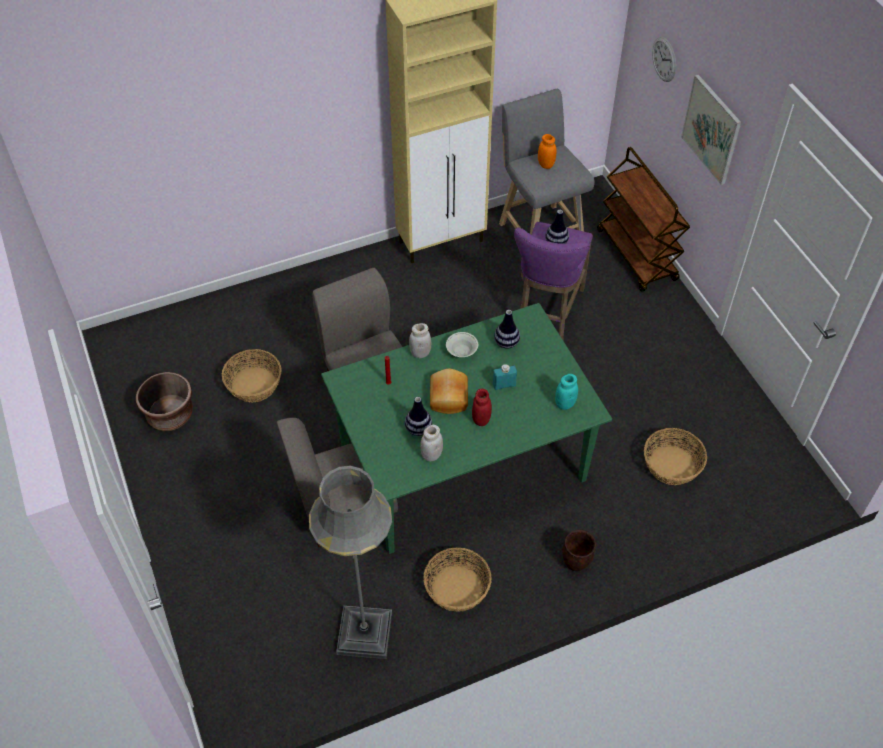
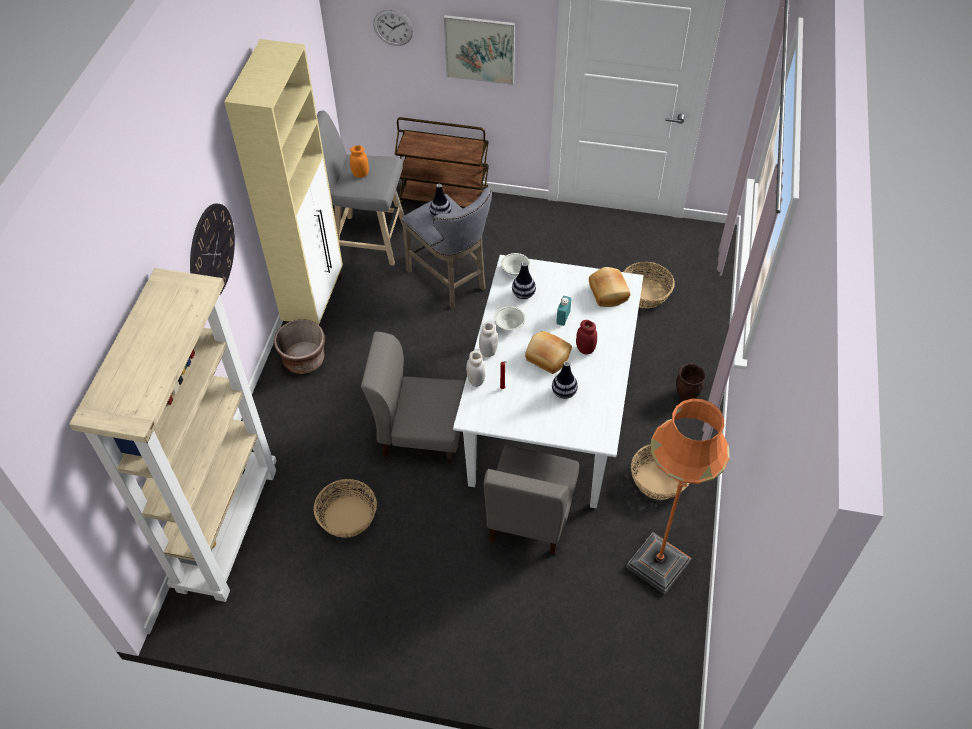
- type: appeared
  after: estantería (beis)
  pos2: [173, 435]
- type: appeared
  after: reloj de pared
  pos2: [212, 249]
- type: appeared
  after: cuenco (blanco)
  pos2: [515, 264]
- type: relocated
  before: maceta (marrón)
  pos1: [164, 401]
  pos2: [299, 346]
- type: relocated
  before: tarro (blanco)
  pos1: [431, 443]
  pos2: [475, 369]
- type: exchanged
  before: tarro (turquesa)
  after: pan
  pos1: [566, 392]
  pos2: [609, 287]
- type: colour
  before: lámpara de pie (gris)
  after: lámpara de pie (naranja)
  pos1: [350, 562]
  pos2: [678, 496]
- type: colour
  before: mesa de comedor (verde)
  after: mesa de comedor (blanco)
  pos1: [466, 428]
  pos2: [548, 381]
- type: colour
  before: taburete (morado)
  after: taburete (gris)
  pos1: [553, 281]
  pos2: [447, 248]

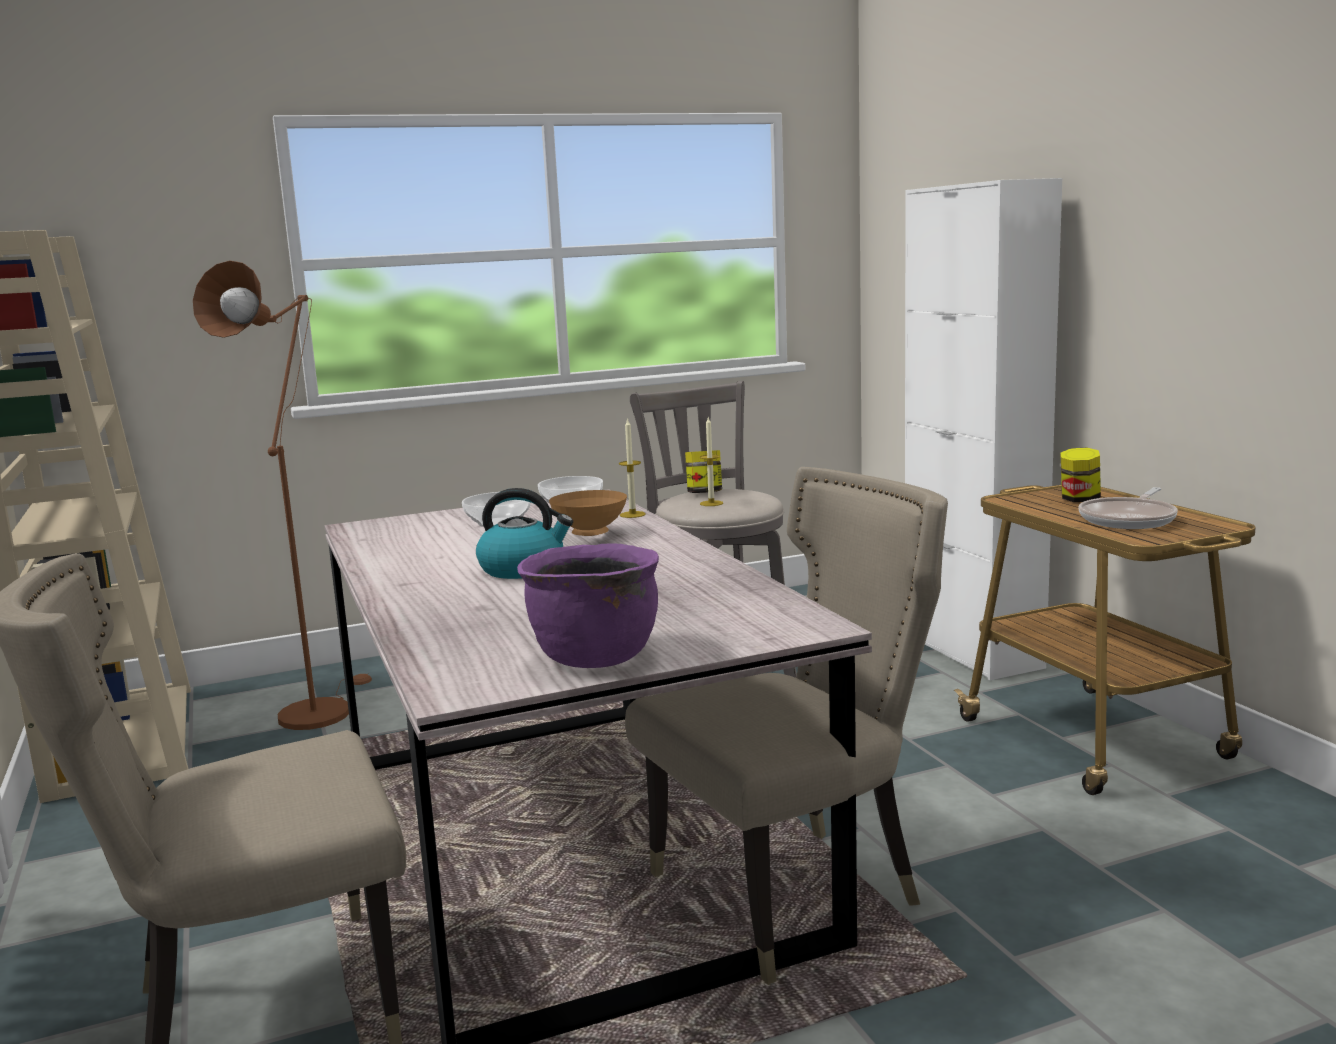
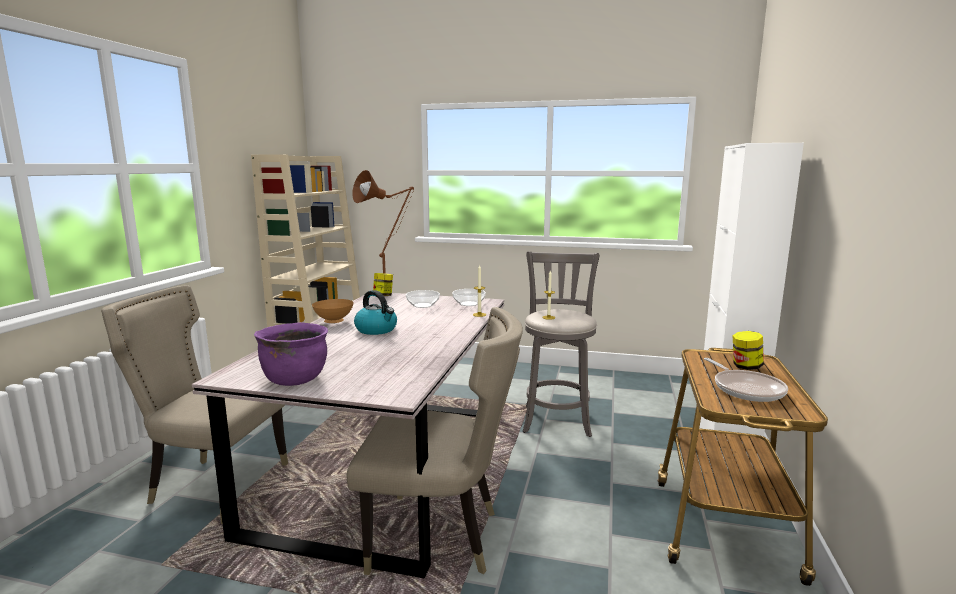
- type: relocated
  before: cuenco (marrón)
  pos1: [588, 513]
  pos2: [333, 311]
- type: relocated
  before: tarro
  pos1: [703, 471]
  pos2: [383, 284]
- type: spun
  before: sartén
  pos1: [1127, 508]
  pos2: [746, 380]
  turn: -90

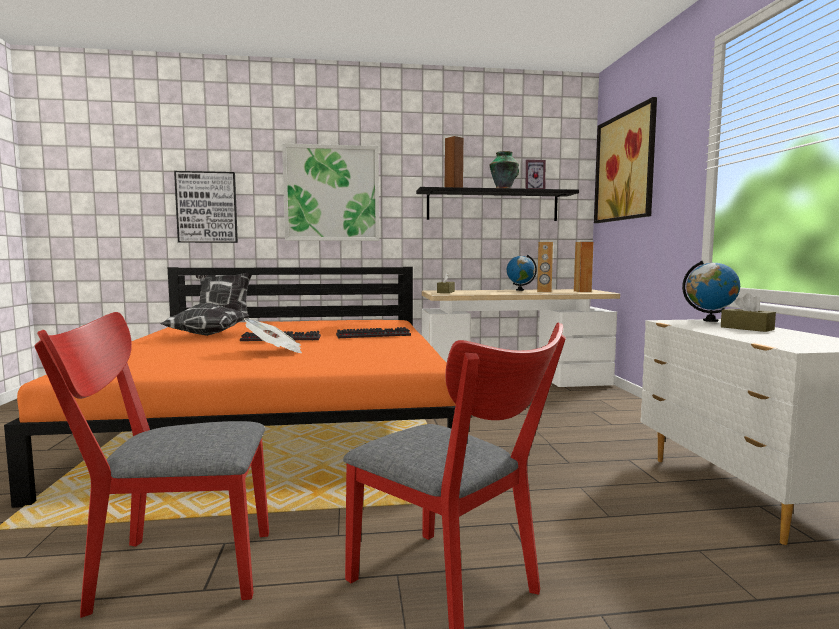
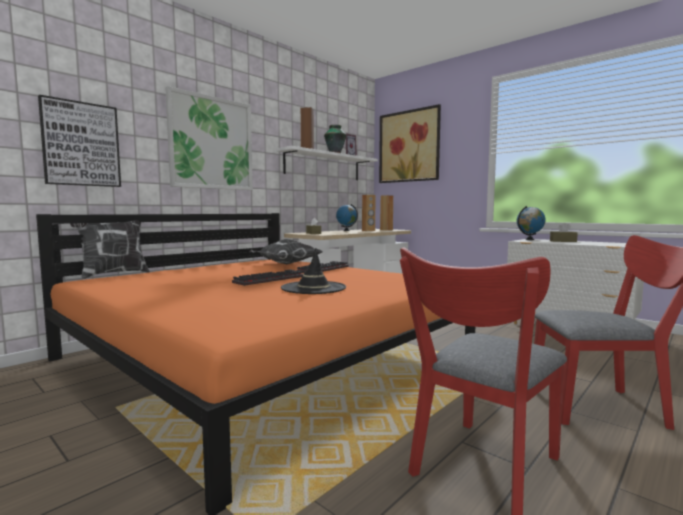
- type: relocated
  before: cojín
  pos1: [205, 319]
  pos2: [286, 251]
- type: exchanged
  before: periódico
  after: sombrero (negro)
  pos1: [273, 335]
  pos2: [313, 271]
- type: colour
  before: estante (negro)
  after: estante (blanco)
  pos1: [497, 204]
  pos2: [327, 163]

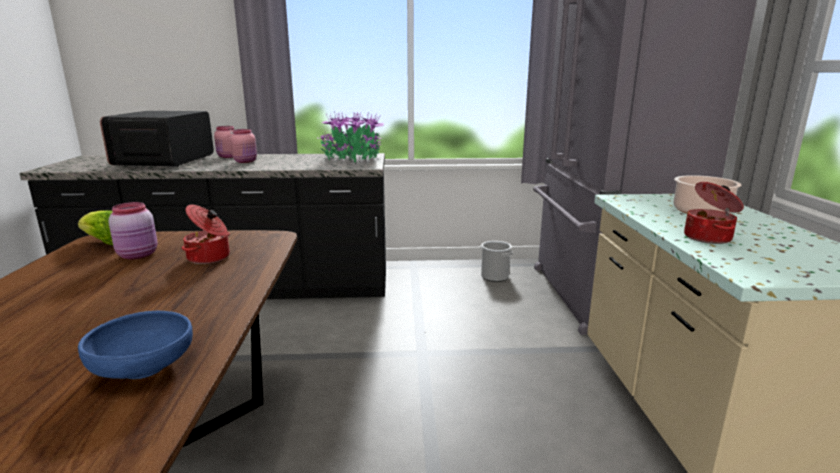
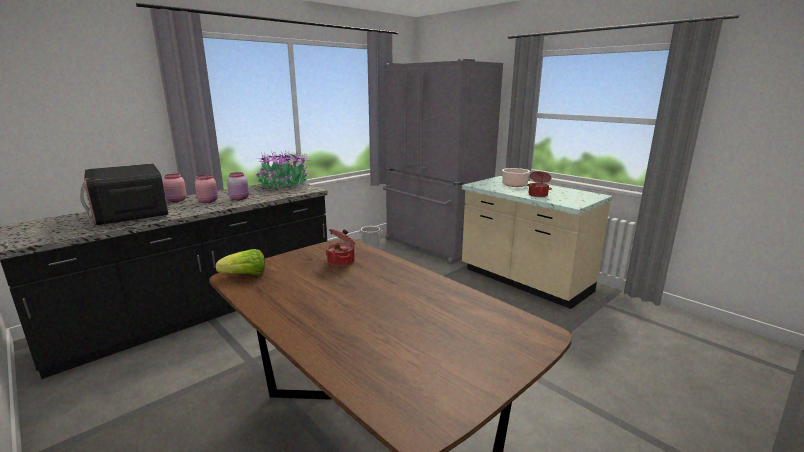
- type: missing
  before: cuenco (azul)
  pos1: [135, 345]
- type: relocated
  before: tarro (rosa)
  pos1: [133, 231]
  pos2: [238, 186]

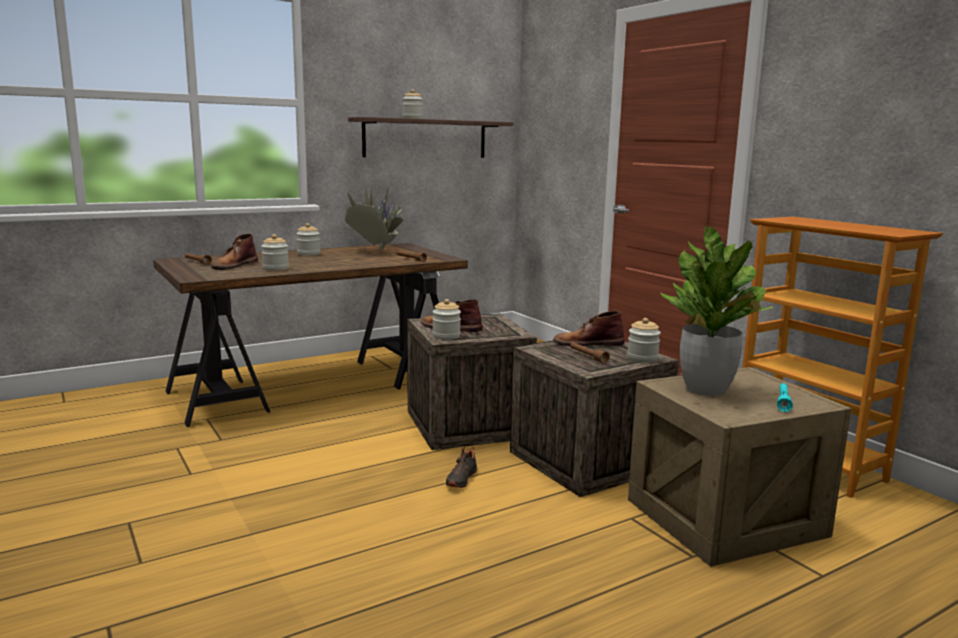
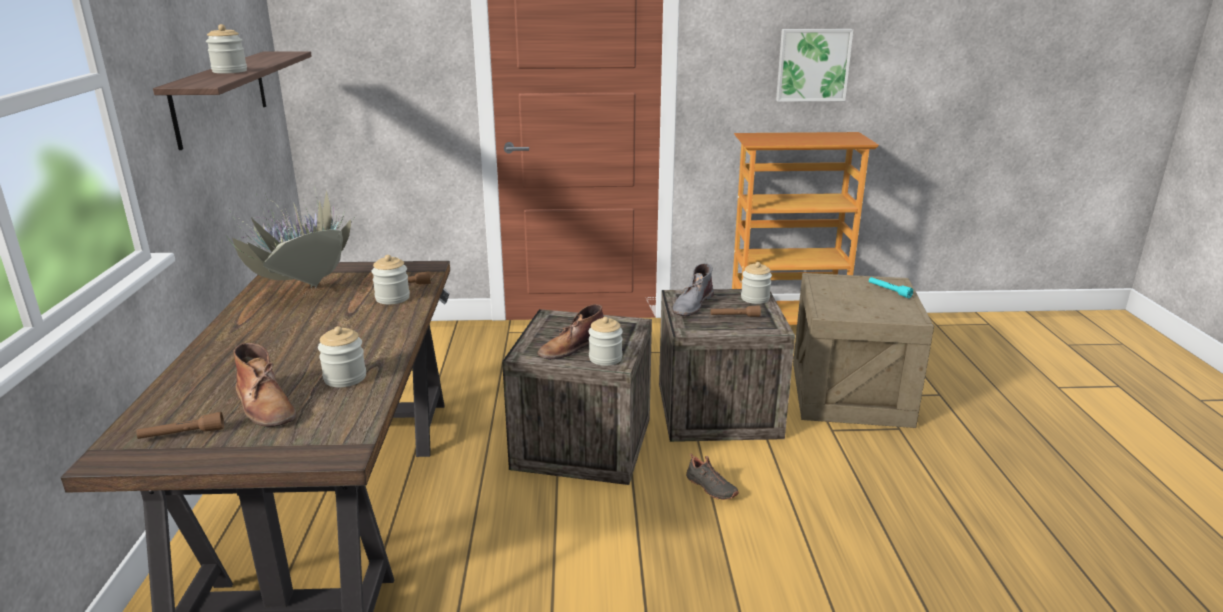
- type: missing
  before: planta en maceta
  pos1: [717, 311]
- type: appeared
  after: cuadro
  pos2: [814, 65]
- type: relocated
  before: tarro
  pos1: [308, 239]
  pos2: [391, 279]
- type: colour
  before: bota (marrón)
  after: bota (gris)
  pos1: [589, 328]
  pos2: [693, 289]

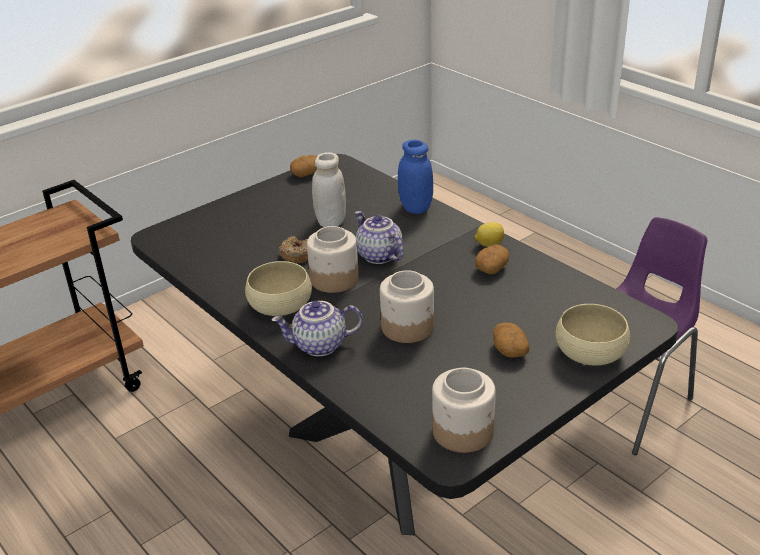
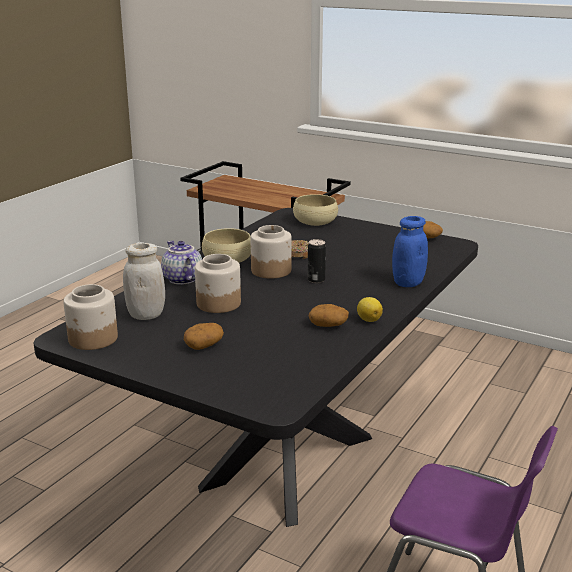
- type: relocated
  before: tarro (blanco)
  pos1: [329, 189]
  pos2: [144, 281]
- type: relocated
  before: cuenco (beis)
  pos1: [593, 335]
  pos2: [315, 210]
- type: exchanged
  before: tetera
  after: lata
  pos1: [379, 237]
  pos2: [317, 261]

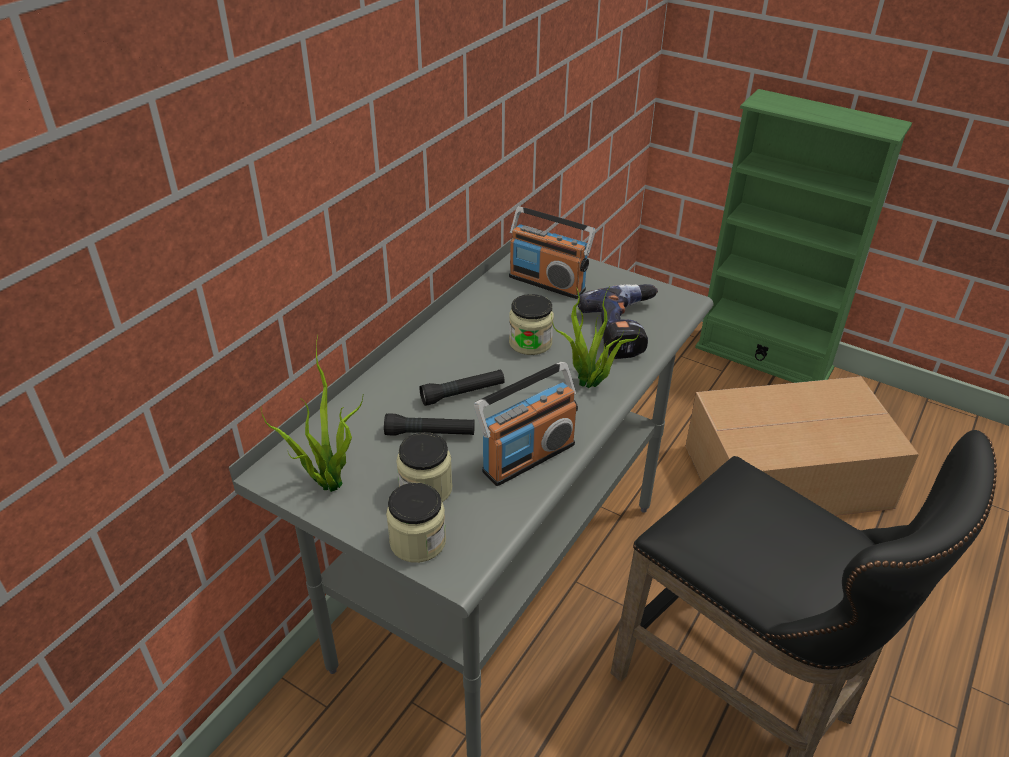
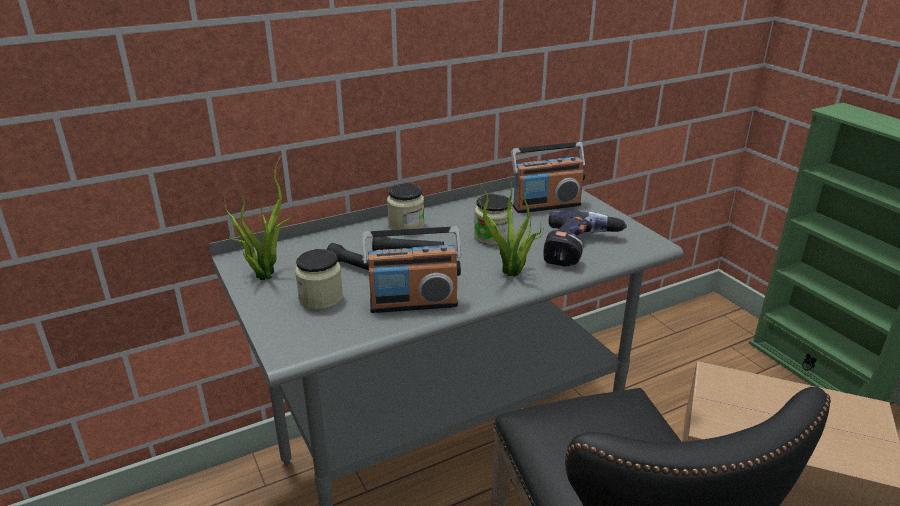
- type: relocated
  before: tarro
  pos1: [416, 523]
  pos2: [406, 207]
- type: spun
  before: radio
  pos1: [552, 252]
  pos2: [548, 177]
  turn: -75

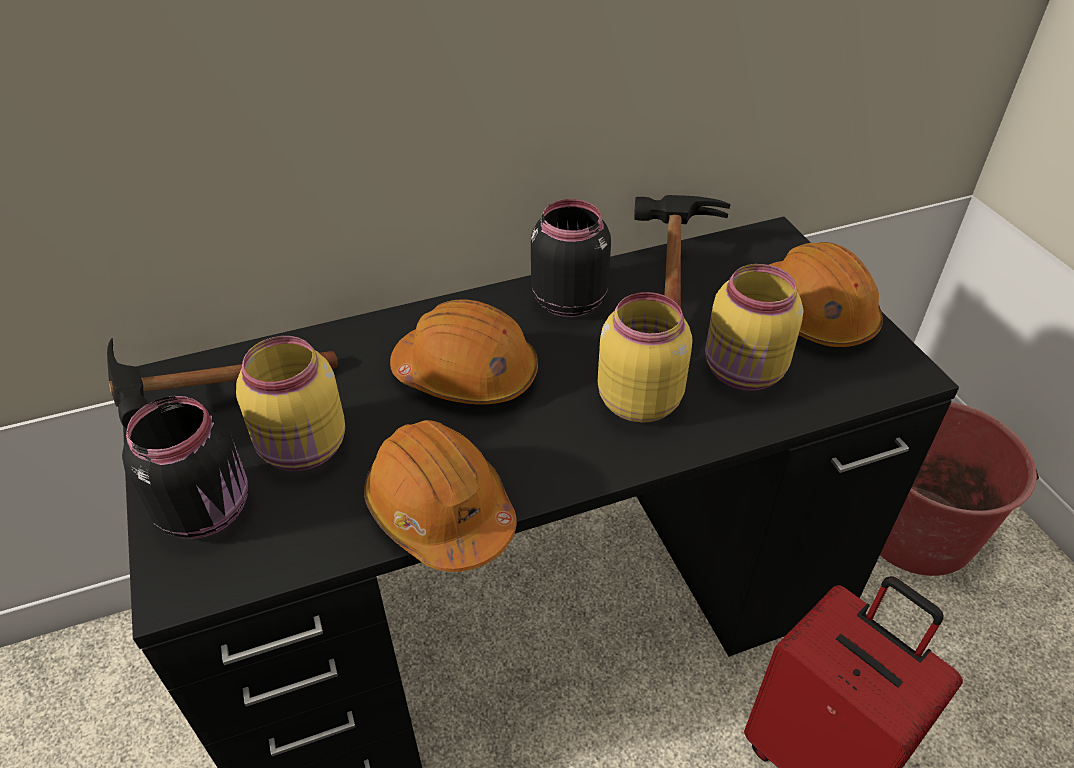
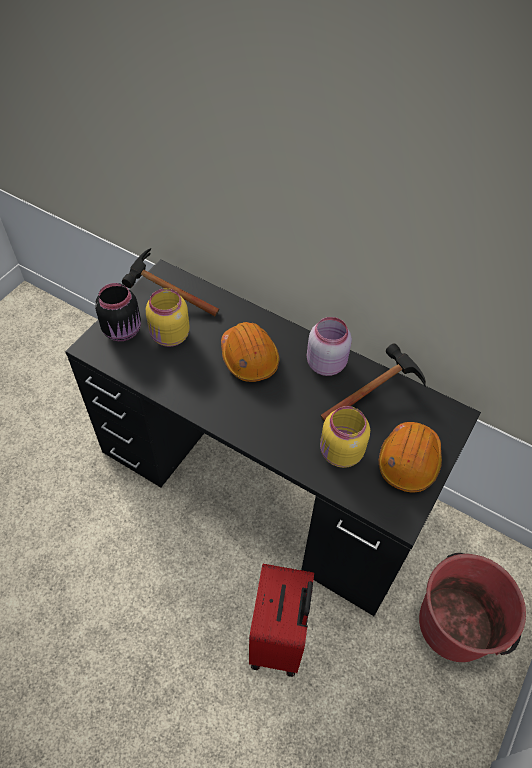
- type: missing
  before: casco (naranja)
  pos1: [440, 496]
- type: missing
  before: tarro (amarillo)
  pos1: [645, 357]
- type: colour
  before: tarro (negro)
  after: tarro (rosa)
  pos1: [571, 258]
  pos2: [329, 346]

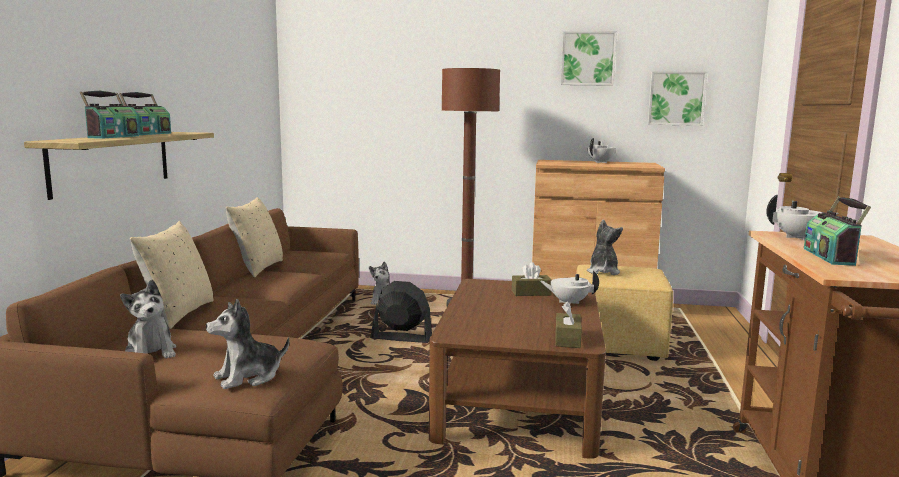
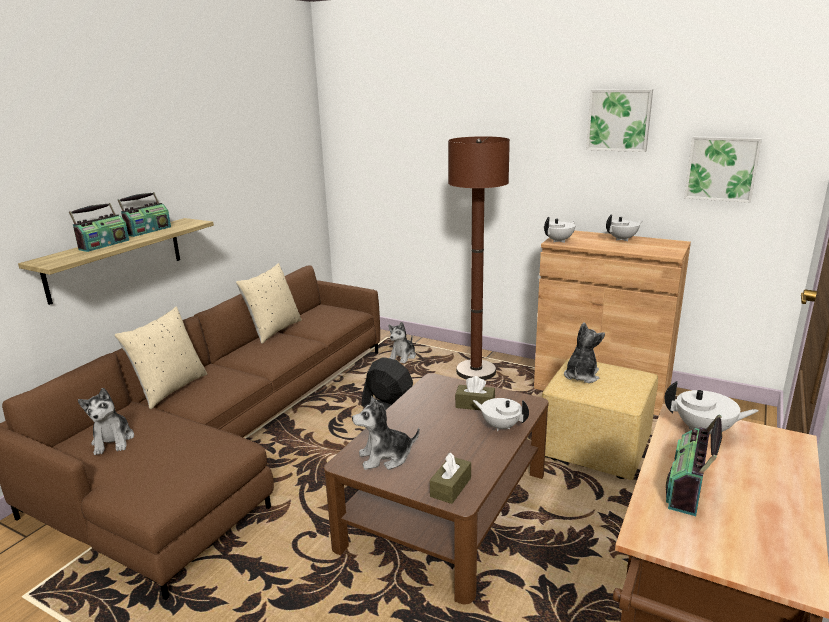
- type: appeared
  after: tetera (blanco)
  pos2: [560, 230]
- type: relocated
  before: peluche
  pos1: [247, 344]
  pos2: [385, 433]

